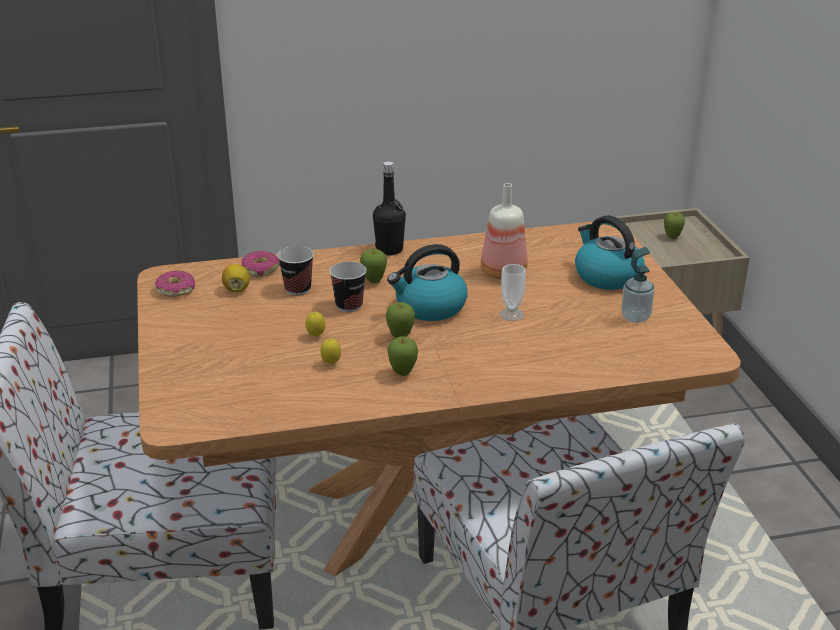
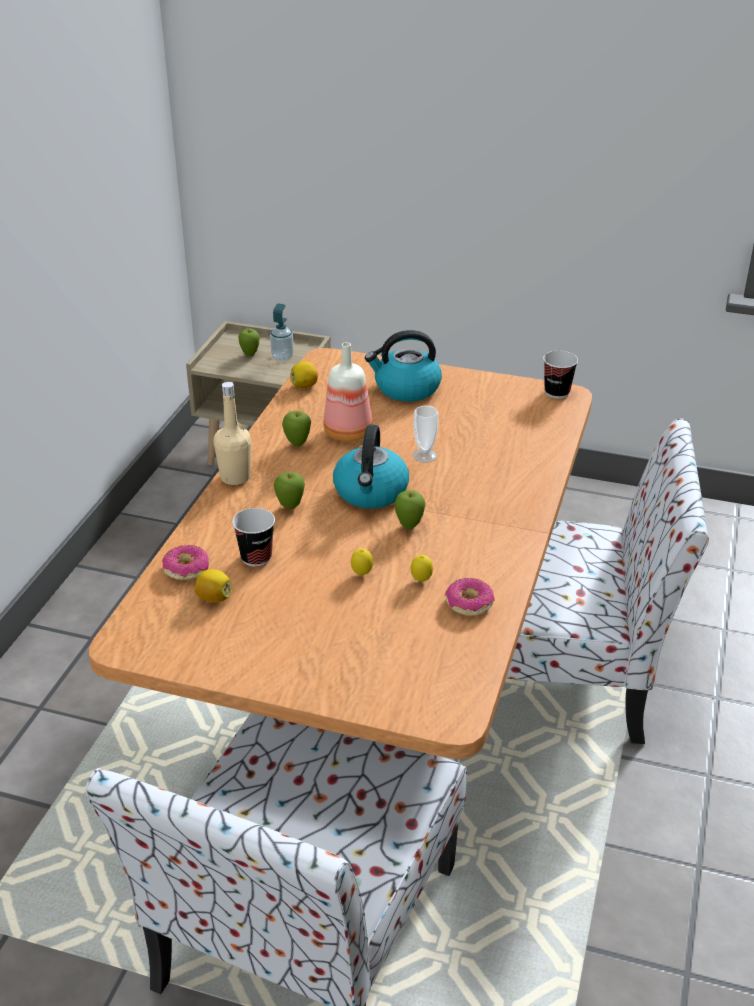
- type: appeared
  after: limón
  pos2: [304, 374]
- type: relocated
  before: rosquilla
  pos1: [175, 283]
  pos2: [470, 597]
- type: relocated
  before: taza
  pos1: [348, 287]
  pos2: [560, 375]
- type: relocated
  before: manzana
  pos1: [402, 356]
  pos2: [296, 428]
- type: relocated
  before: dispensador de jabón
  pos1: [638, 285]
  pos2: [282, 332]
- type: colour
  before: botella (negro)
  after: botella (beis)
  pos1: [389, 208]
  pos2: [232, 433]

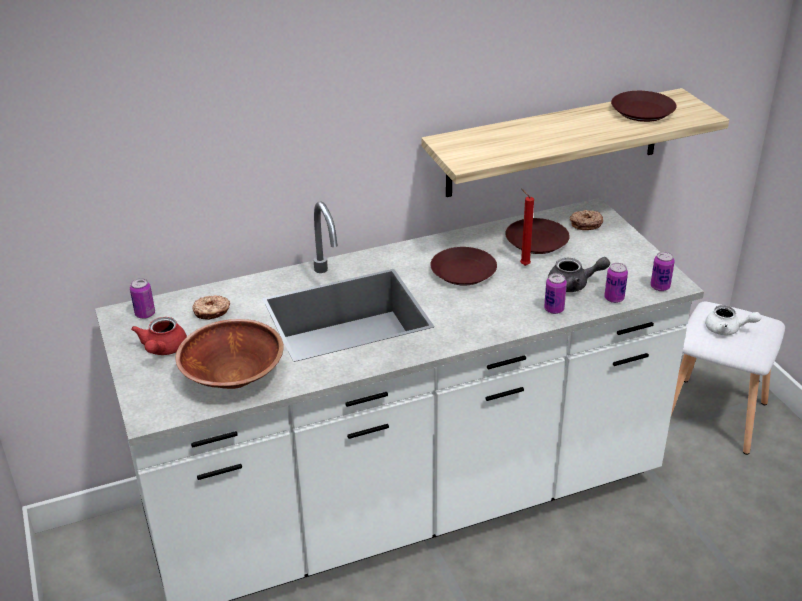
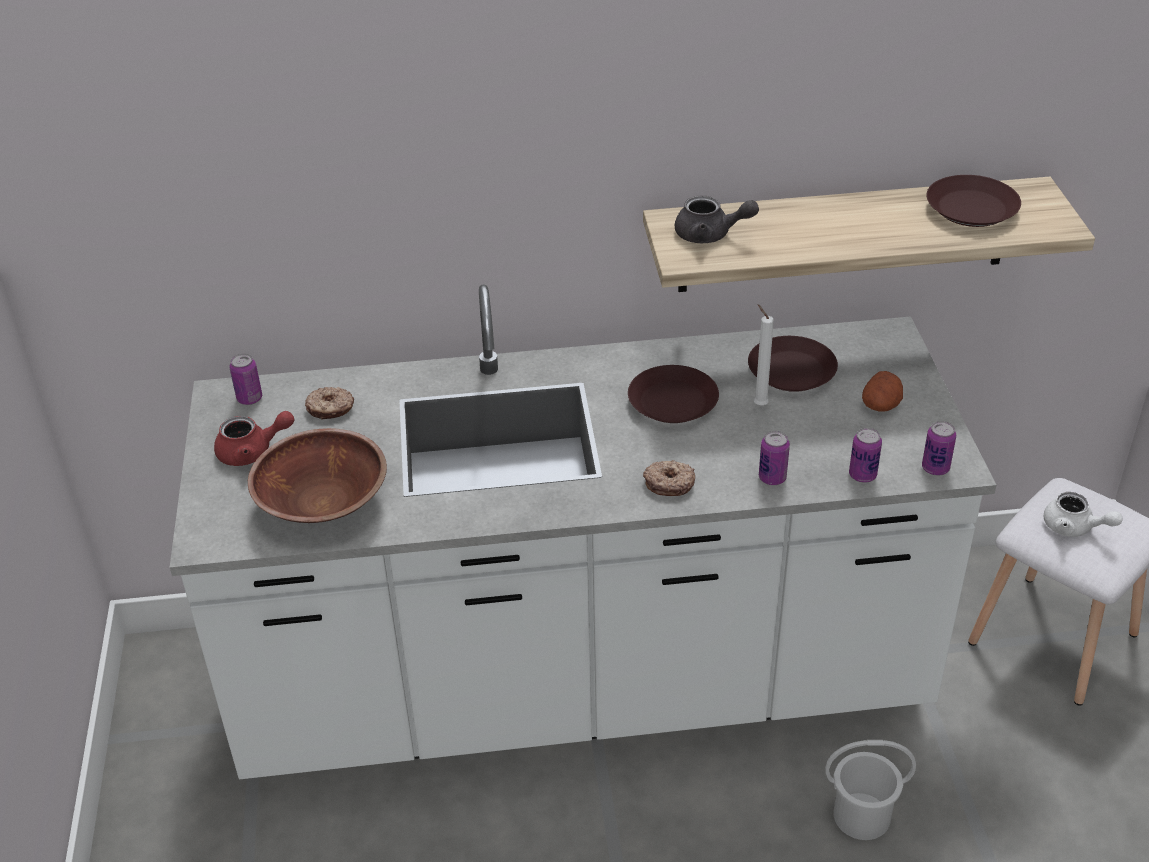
- type: appeared
  after: cubo (blanco)
  pos2: [870, 790]
- type: appeared
  after: patata
  pos2: [882, 391]
- type: relocated
  before: tetera (gris)
  pos1: [579, 274]
  pos2: [717, 219]
- type: relocated
  before: rosquilla
  pos1: [586, 220]
  pos2: [669, 478]
- type: colour
  before: vela (rojo)
  after: vela (blanco)
  pos1: [527, 227]
  pos2: [764, 355]
- type: spun
  before: tetera (rojo)
  pos1: [159, 336]
  pos2: [254, 438]
  turn: -120

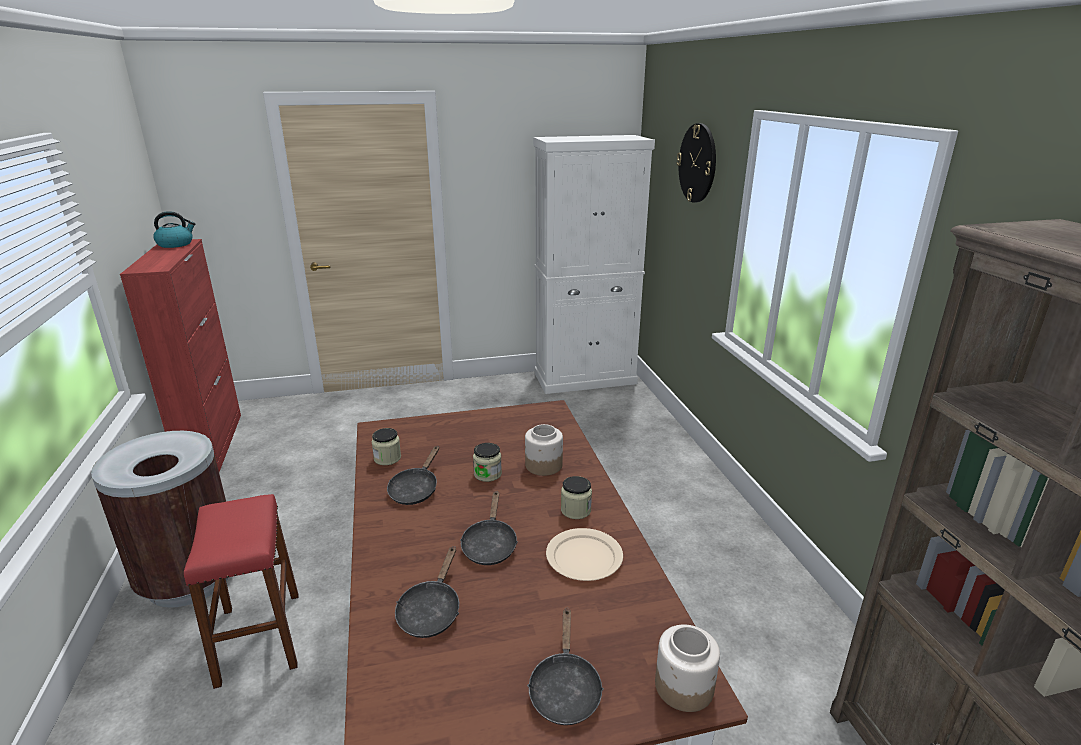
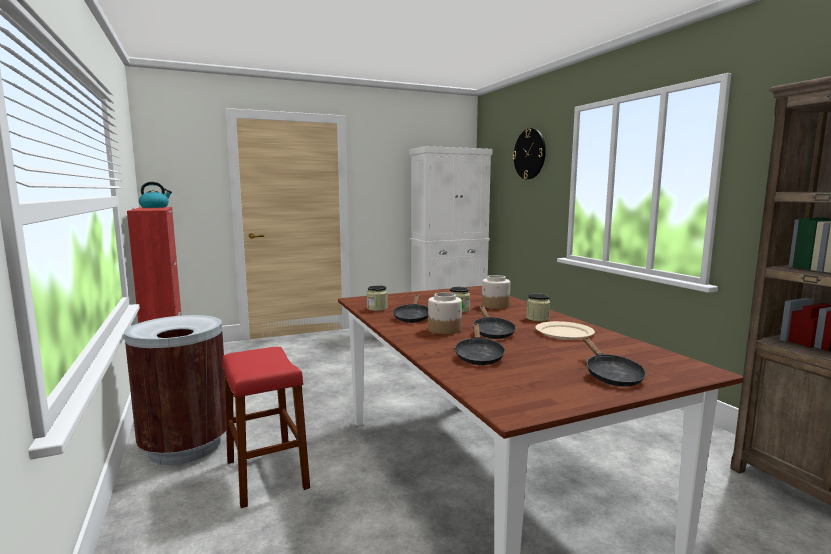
- type: relocated
  before: tarro
  pos1: [687, 668]
  pos2: [445, 313]

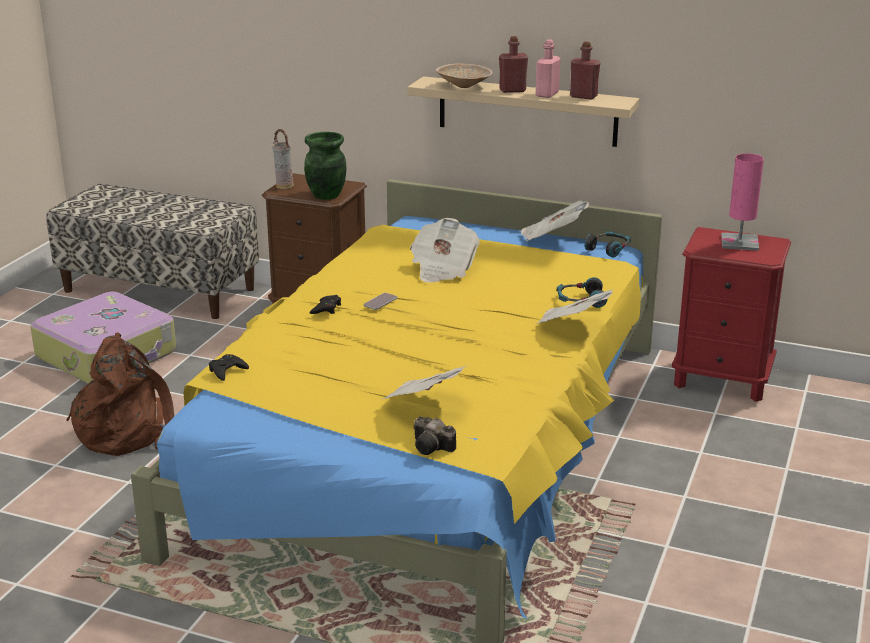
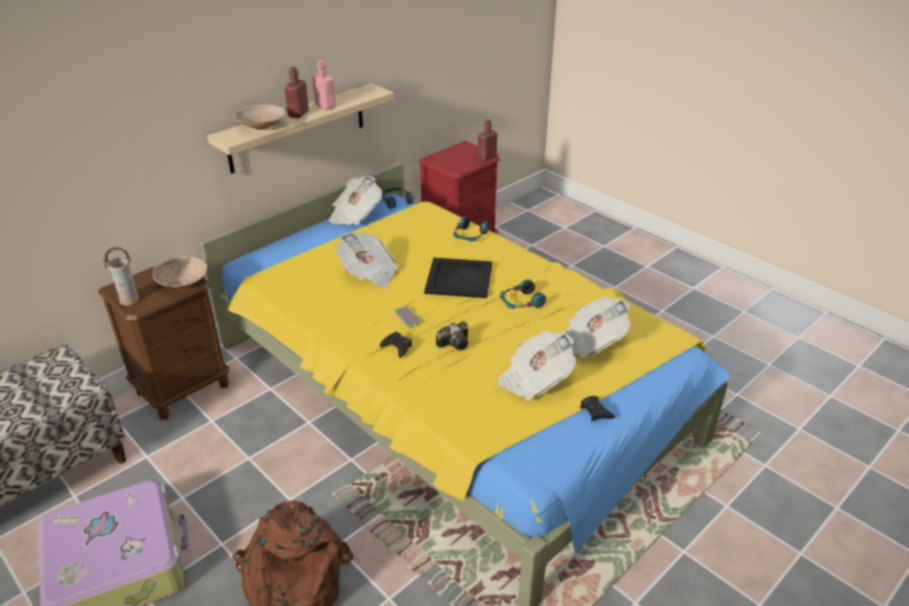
- type: missing
  before: lámpara de mesa (rosa)
  pos1: [742, 202]
- type: appeared
  after: bandeja (negro)
  pos2: [458, 277]
- type: appeared
  after: auriculares
  pos2: [523, 294]
- type: relocated
  before: mando de consola (negro)
  pos1: [229, 367]
  pos2: [597, 408]
- type: relocated
  before: cámara
  pos1: [434, 436]
  pos2: [452, 335]
- type: relocated
  before: periódico
  pos1: [574, 306]
  pos2: [536, 365]
- type: relocated
  before: botella (rojo)
  pos1: [585, 70]
  pos2: [488, 140]
- type: exchanged
  before: florero (verde)
  after: cuenco (beis)
  pos1: [325, 166]
  pos2: [179, 271]

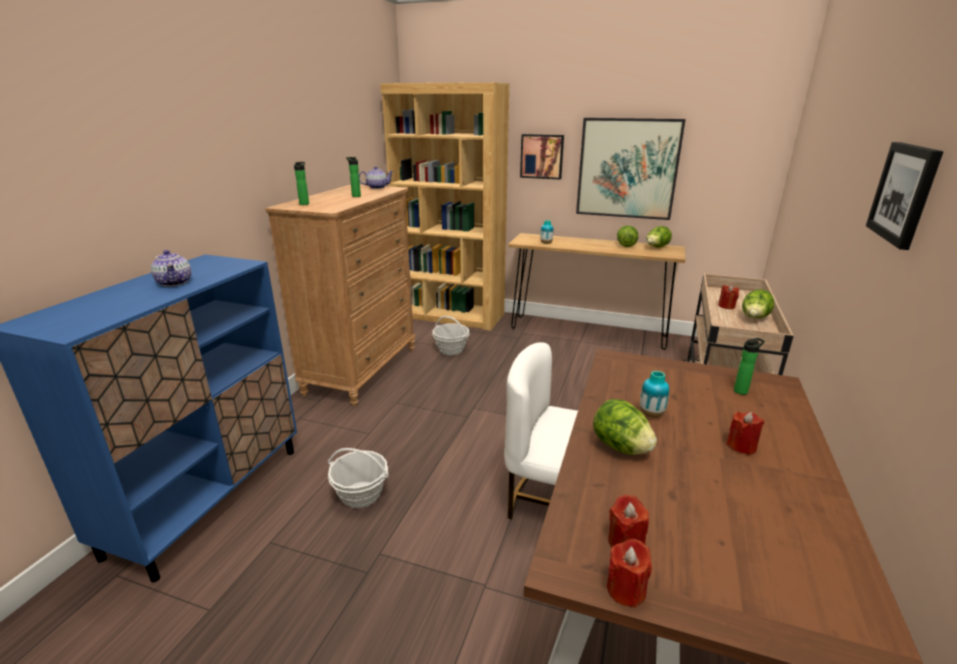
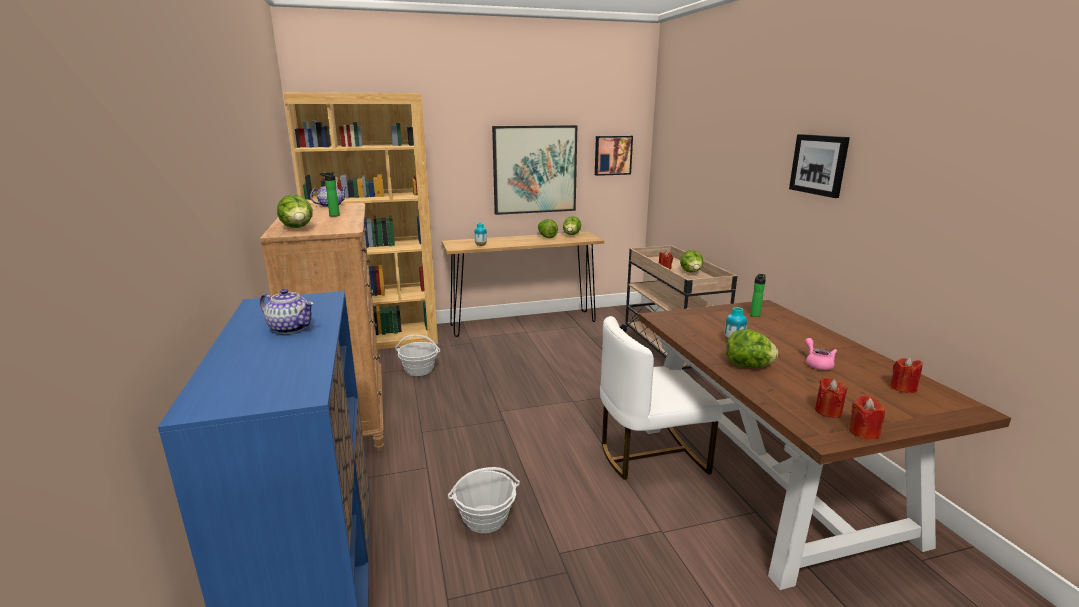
- type: appeared
  after: tetera (rosa)
  pos2: [821, 354]
- type: relocated
  before: cuadro
  pos1: [542, 156]
  pos2: [614, 156]
- type: relocated
  before: vela (rojo)
  pos1: [745, 433]
  pos2: [906, 375]
- type: exchanged
  before: botella
  after: lechuga
  pos1: [301, 183]
  pos2: [295, 211]

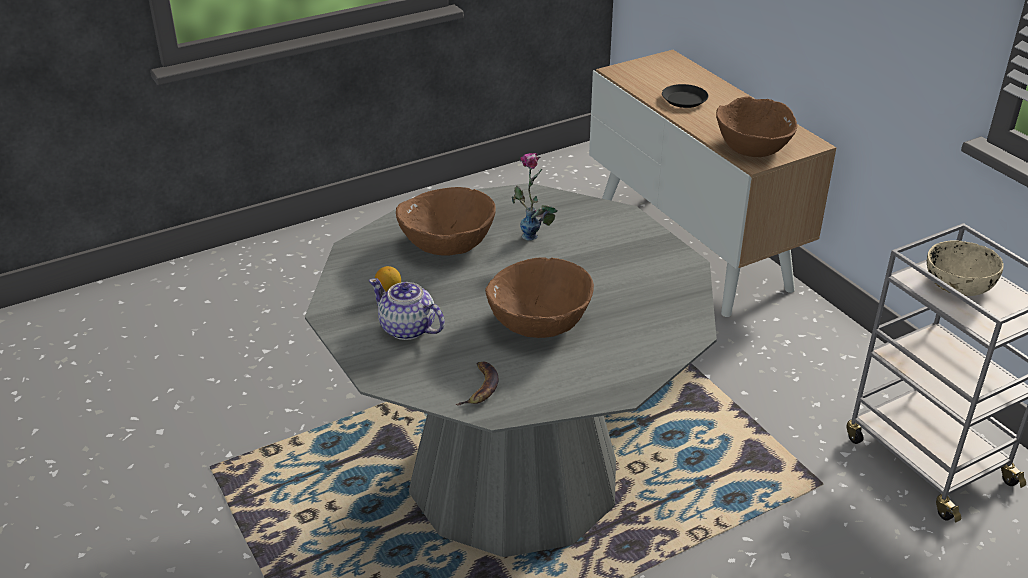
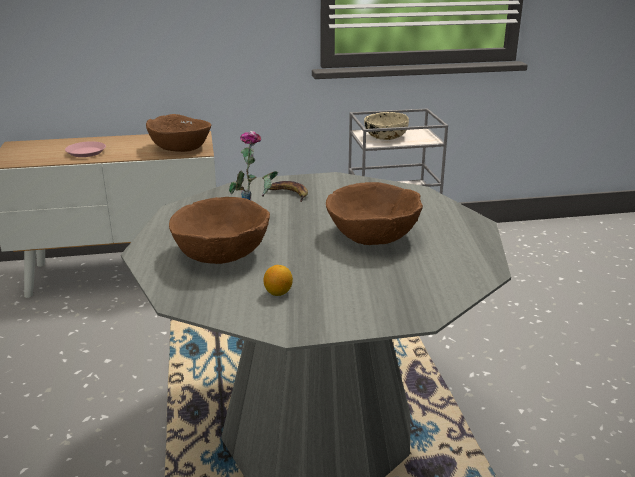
- type: missing
  before: tetera
  pos1: [407, 309]
- type: relocated
  before: plátano
  pos1: [477, 384]
  pos2: [288, 191]
- type: colour
  before: plato (negro)
  after: plato (rosa)
  pos1: [685, 96]
  pos2: [85, 149]

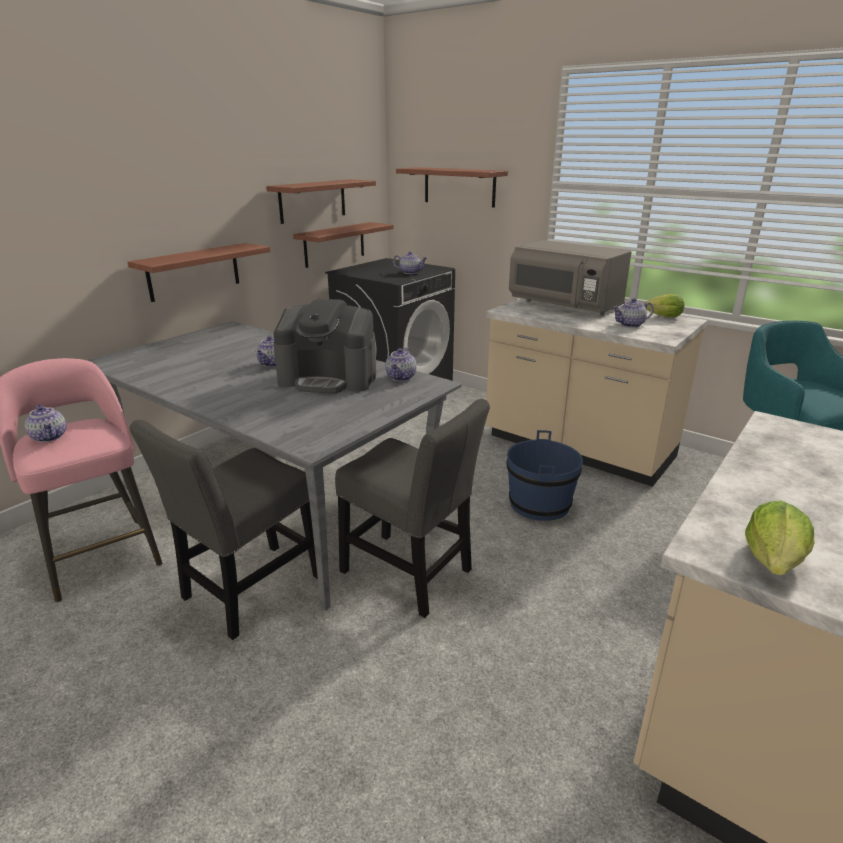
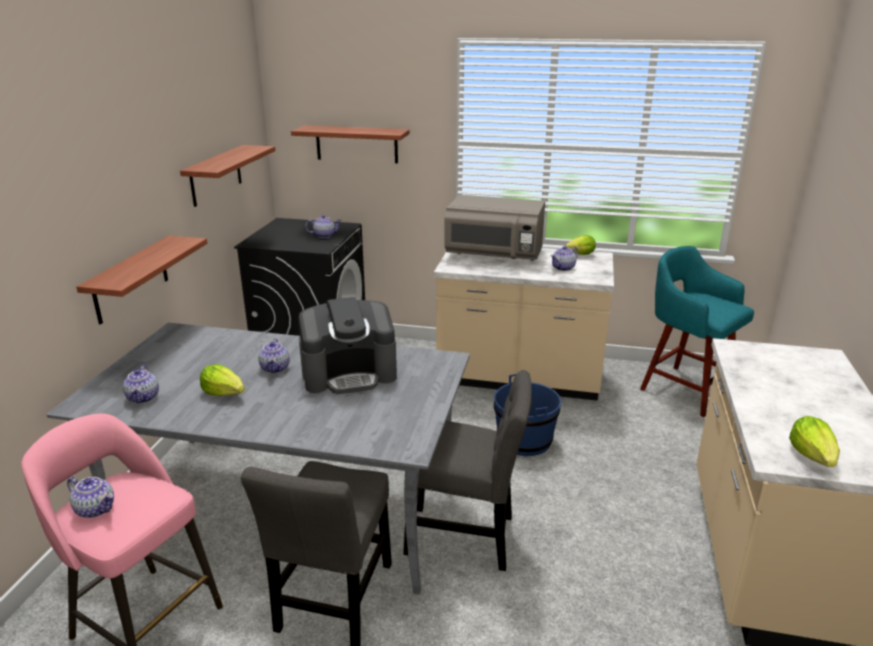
- type: missing
  before: estante
  pos1: [343, 245]
- type: appeared
  after: lechuga
  pos2: [222, 380]
- type: relocated
  before: tetera
  pos1: [401, 364]
  pos2: [141, 384]

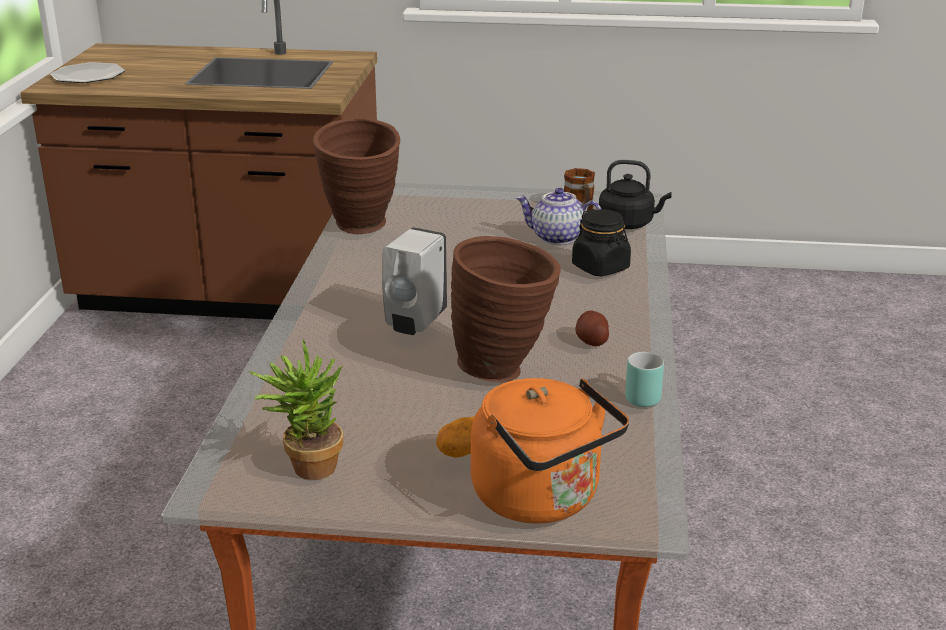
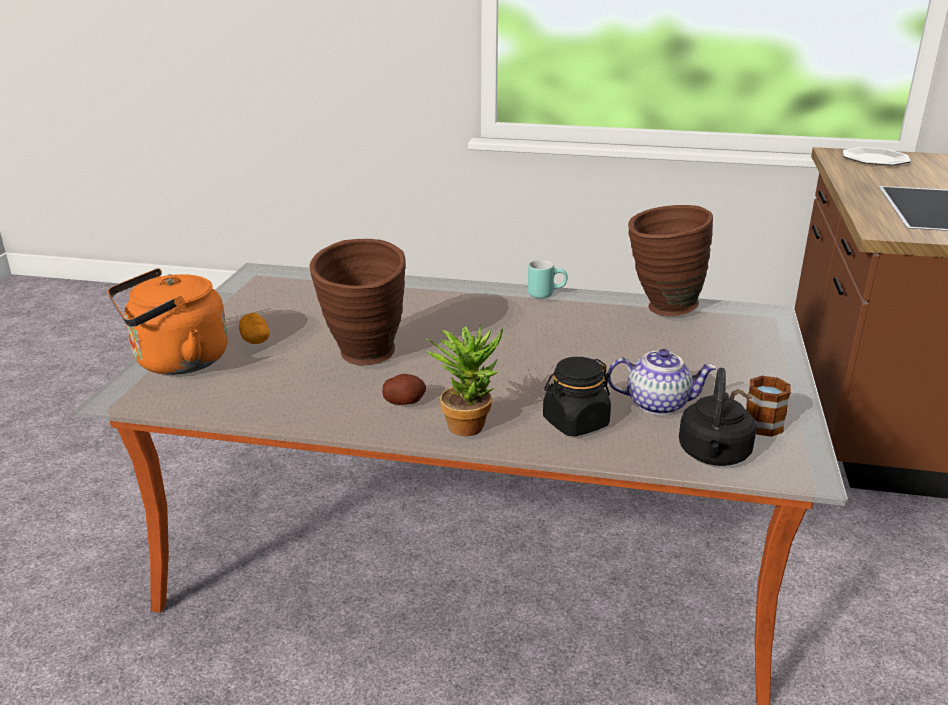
- type: missing
  before: dispensador de jabón (blanco)
  pos1: [414, 281]
- type: relocated
  before: planta en maceta
  pos1: [296, 409]
  pos2: [464, 380]
- type: relocated
  before: taza grande (turquesa)
  pos1: [644, 379]
  pos2: [548, 279]
- type: spun
  before: tetera
  pos1: [558, 216]
  pos2: [662, 382]
  turn: 75

